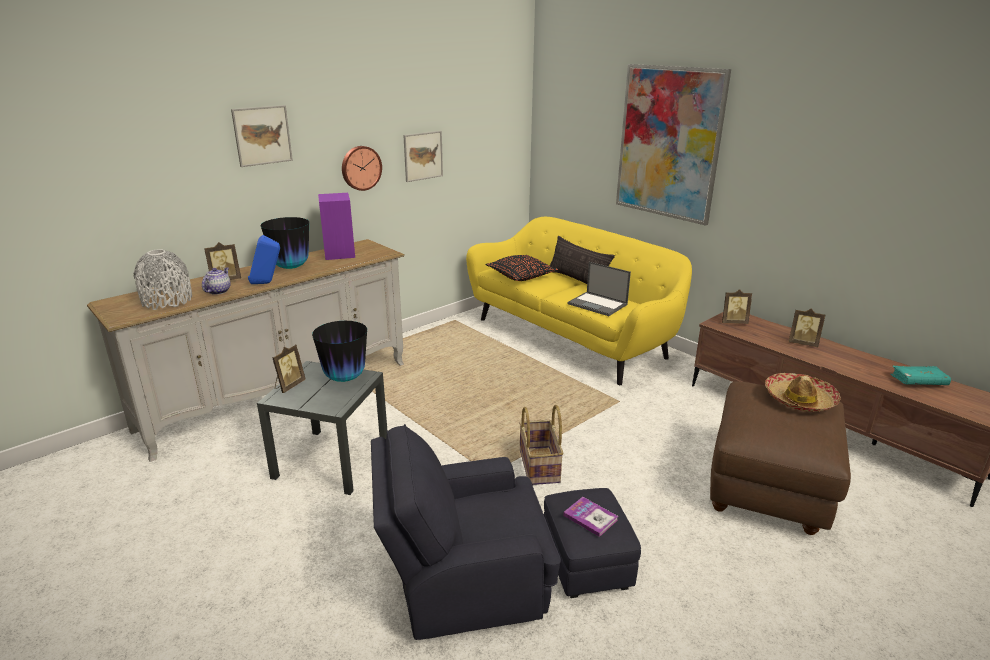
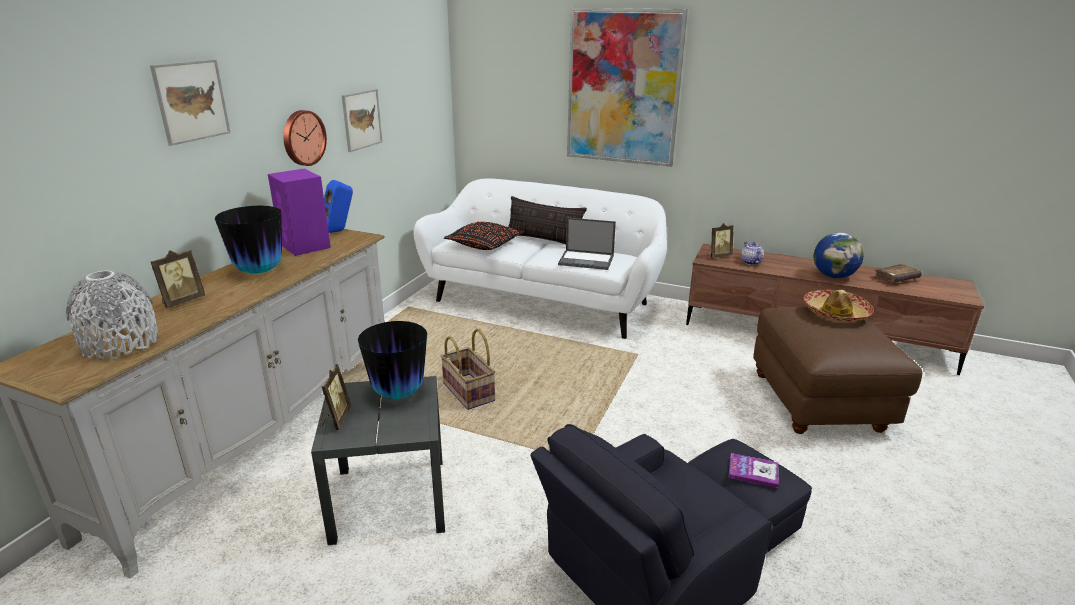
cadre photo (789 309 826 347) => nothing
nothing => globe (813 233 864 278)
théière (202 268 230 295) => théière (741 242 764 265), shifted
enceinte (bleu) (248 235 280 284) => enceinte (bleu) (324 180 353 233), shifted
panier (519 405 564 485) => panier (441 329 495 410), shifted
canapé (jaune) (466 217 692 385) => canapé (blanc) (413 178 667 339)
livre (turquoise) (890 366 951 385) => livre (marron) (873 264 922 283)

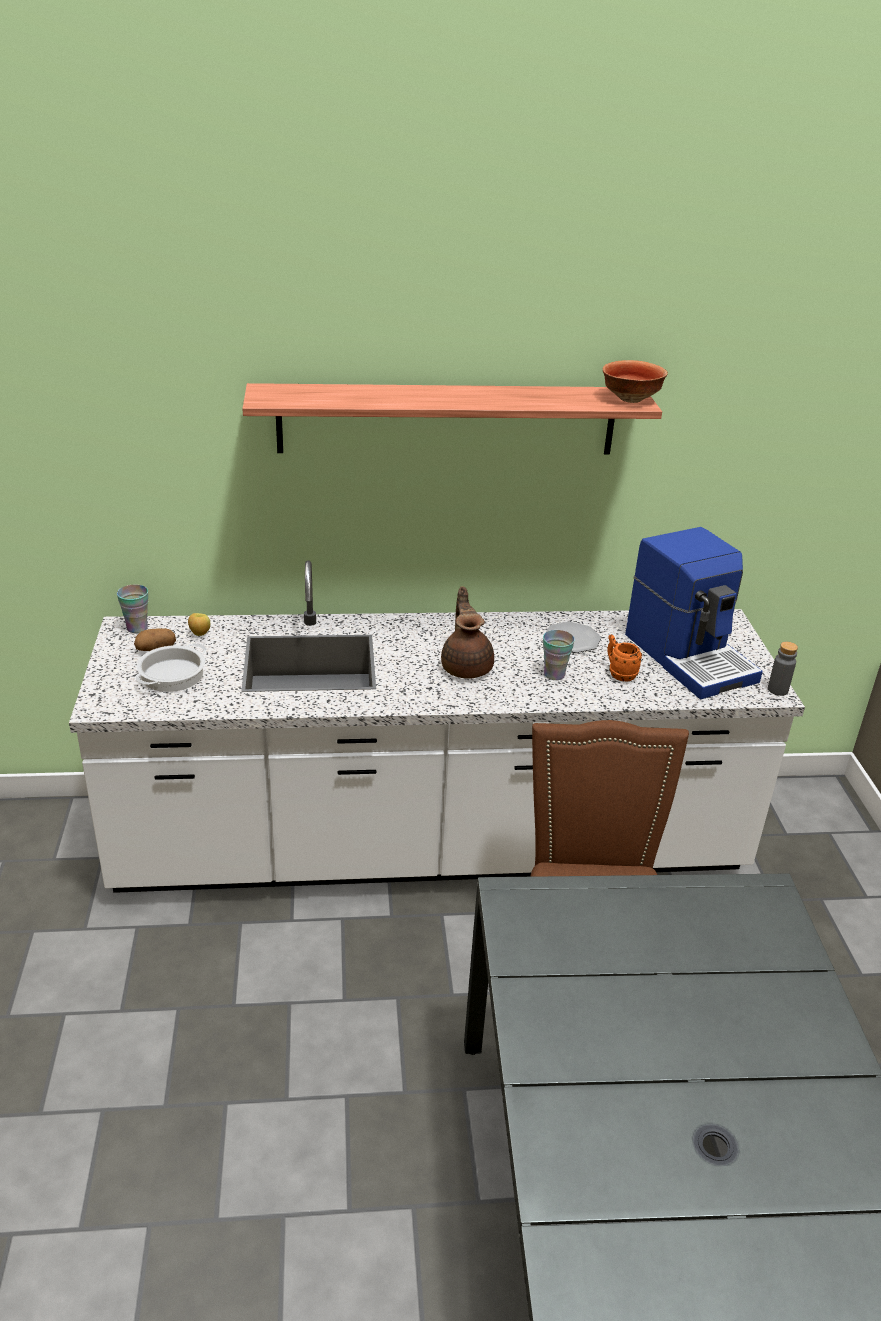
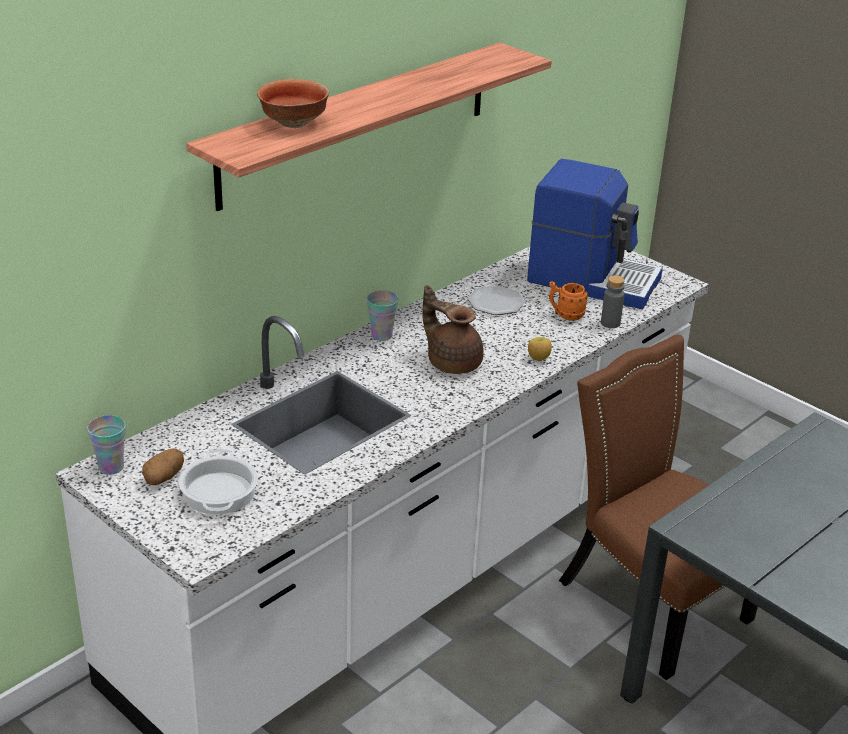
pomme (188 613 210 636) => pomme (528 337 552 361), shifted
tasse (543 630 575 680) => tasse (367 290 398 341), shifted
bol (603 360 668 403) => bol (257 79 329 128), shifted
bouteille (gris) (768 642 798 696) => bouteille (gris) (601 275 625 328), shifted

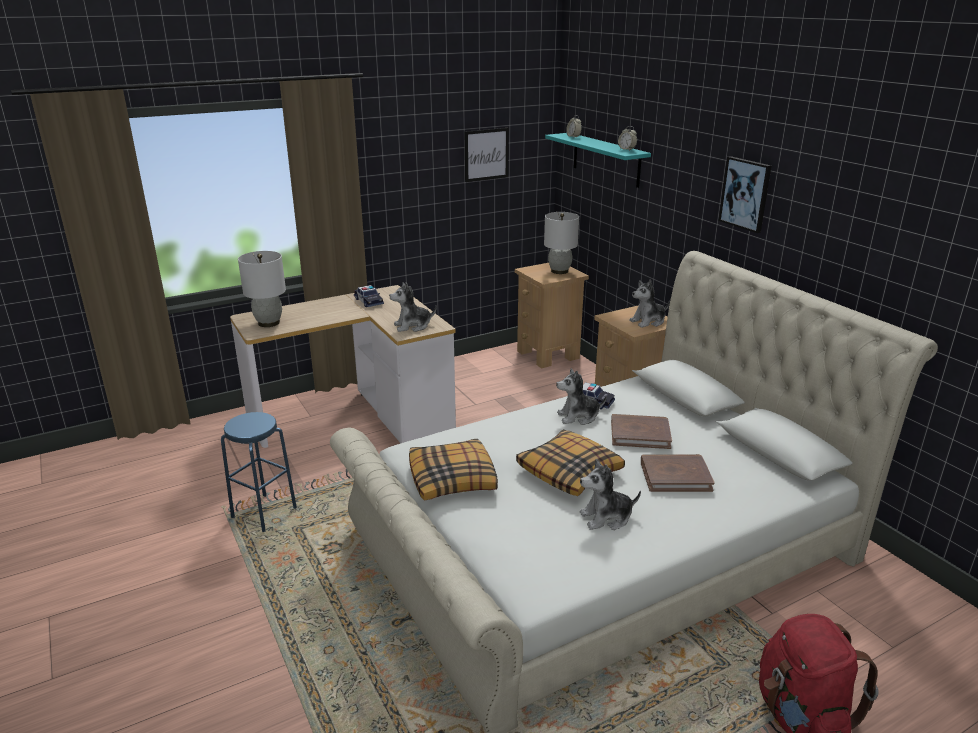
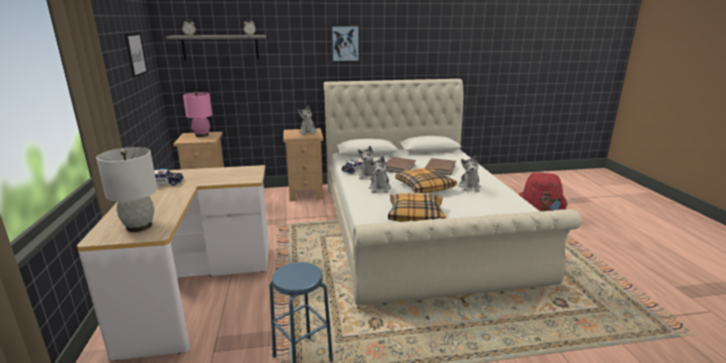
peluche (389 282 437 332) => peluche (369 156 391 193), shifted
lampe de table (blanc) (544 212 579 274) => lampe de table (rose) (183 92 212 137)
étagère (turquoise) (545 133 651 188) => étagère (gris) (166 35 266 60)

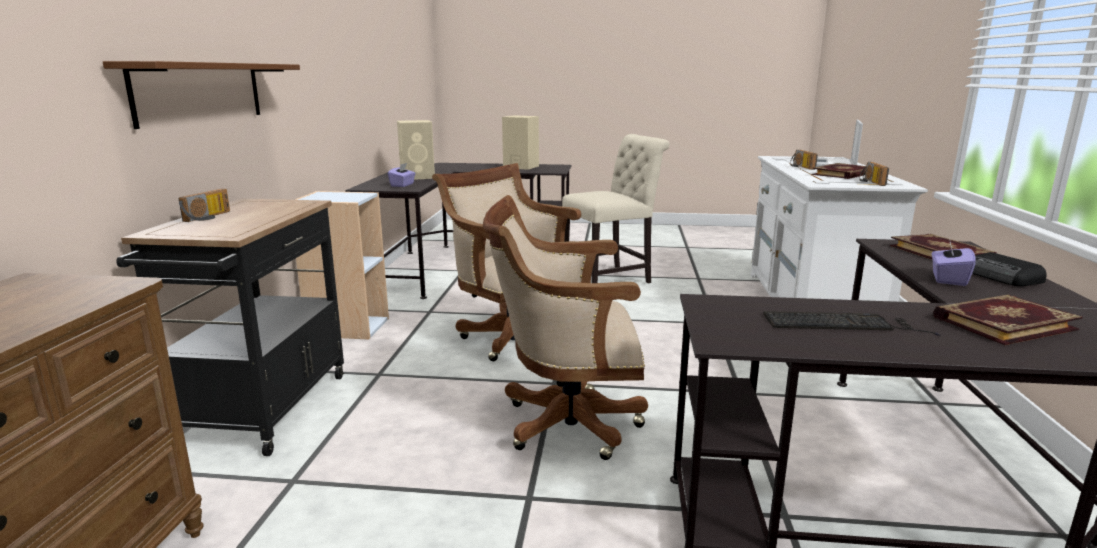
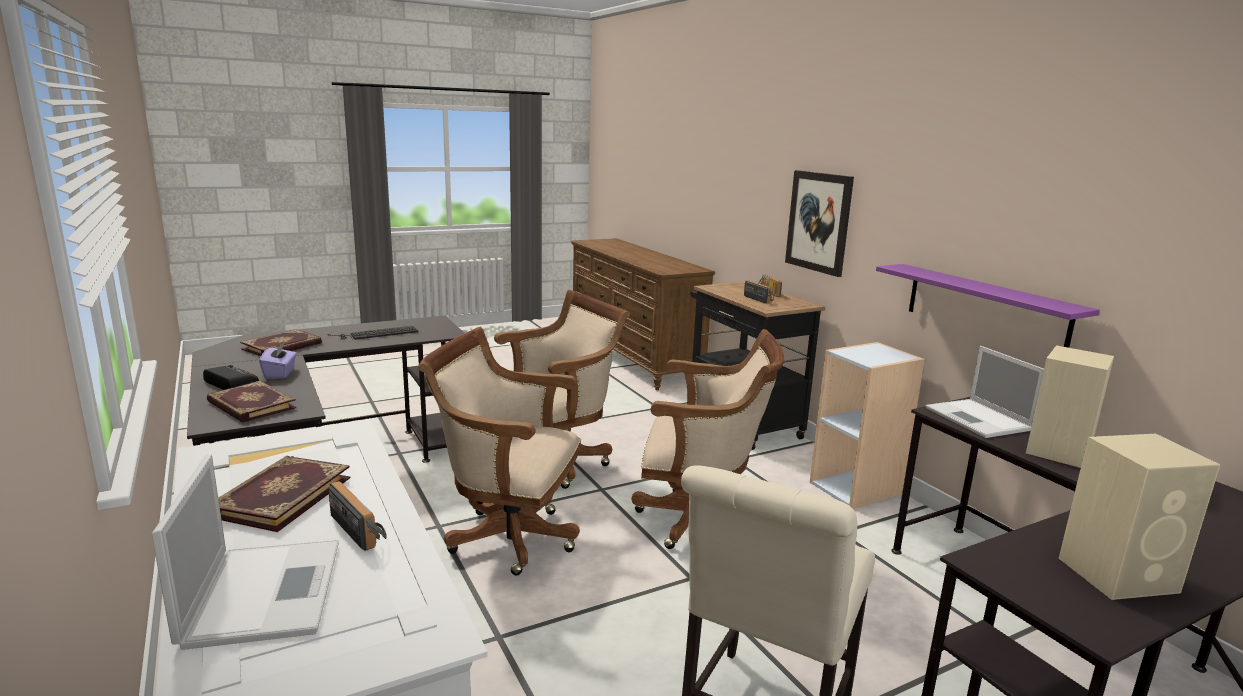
nothing => chaise de bureau (419 327 581 576)
nothing => étagère (violet) (876 264 1100 348)
radio (859 162 889 186) => radio (744 280 774 304), shifted
étagère (marron) (103 61 300 129) => tableau (785 170 854 277)
boîte à mouchoirs (violet) (388 163 416 187) => ordinateur portable (926 346 1044 438)

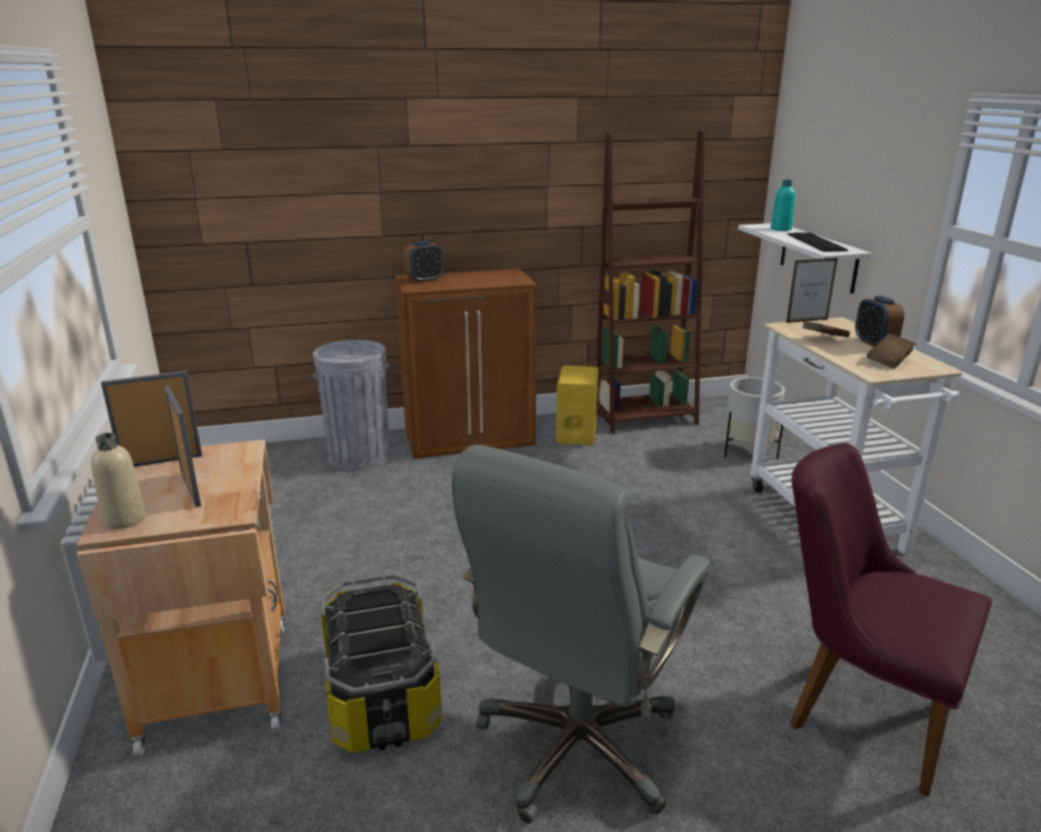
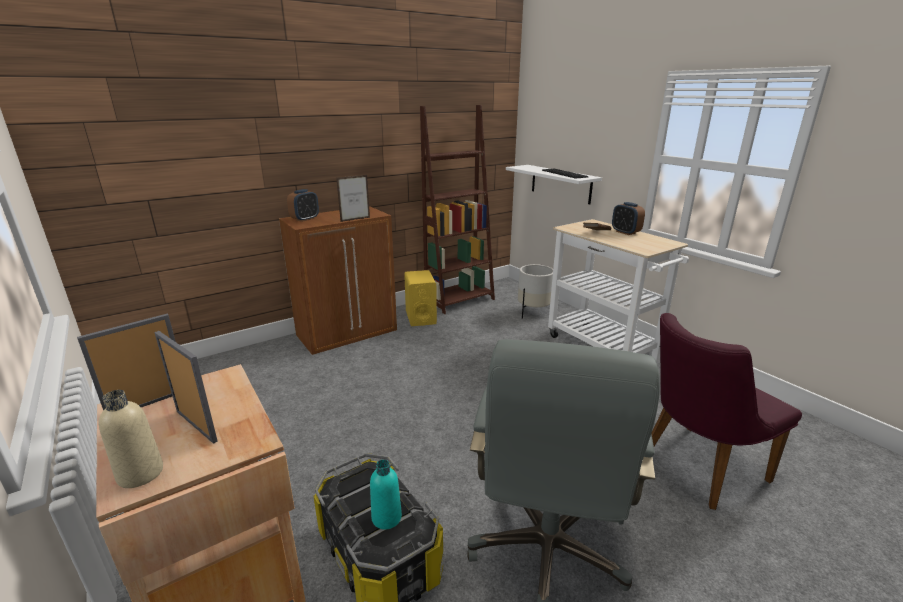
poubelle (gris) (313 340 390 471) => nothing
livre (marron) (867 333 916 369) => nothing
bouteille (turquoise) (771 180 795 231) => bouteille (turquoise) (370 459 402 530), shifted
cadre photo (786 258 838 323) => cadre photo (336 175 370 222), shifted
chaise (violet) (791 443 992 797) => chaise (violet) (651 313 802 510), 45 degrees counterclockwise

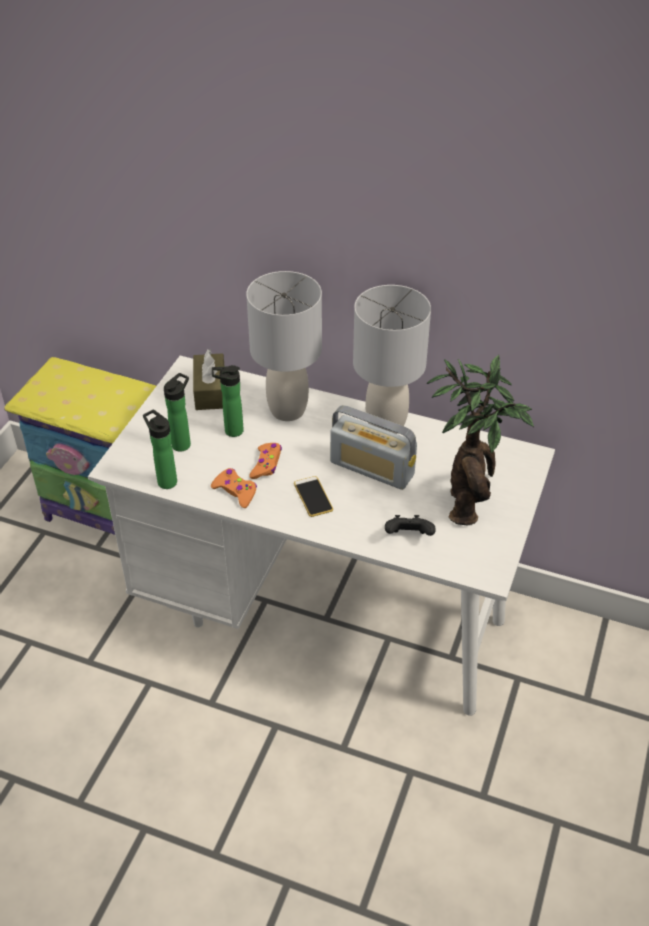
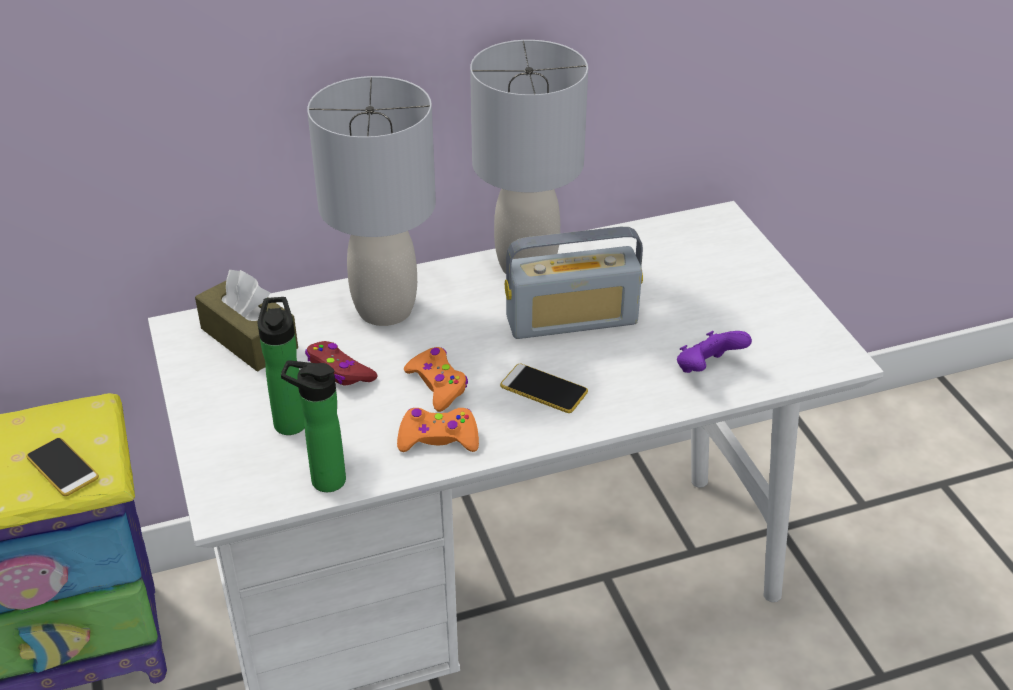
plante en pot (426 355 534 526) => nothing
nothing => téléphone (26 438 99 496)
bouteille (212 365 244 437) => manette (rouge) (305 341 377 385)
manette (noir) (385 515 436 536) => manette (violet) (677 331 752 373)

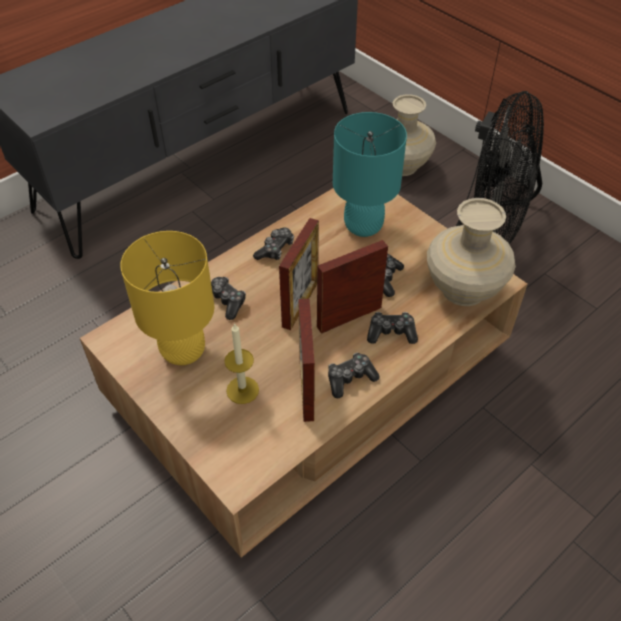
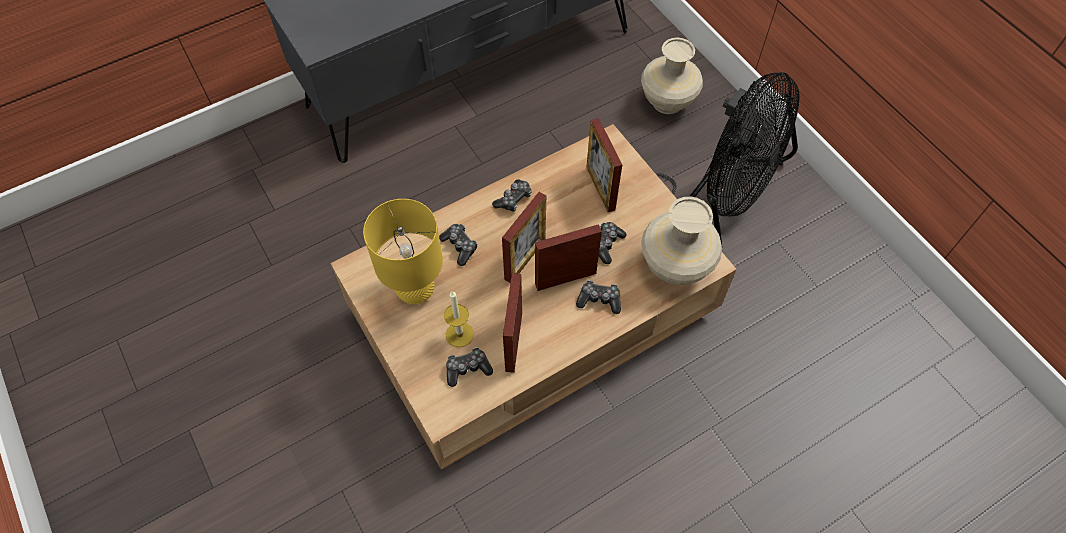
manette (328 353 380 398) => manette (446 347 493 387), shifted
lampe de table (turquoise) (333 112 407 237) => cadre photo (586 118 622 212)

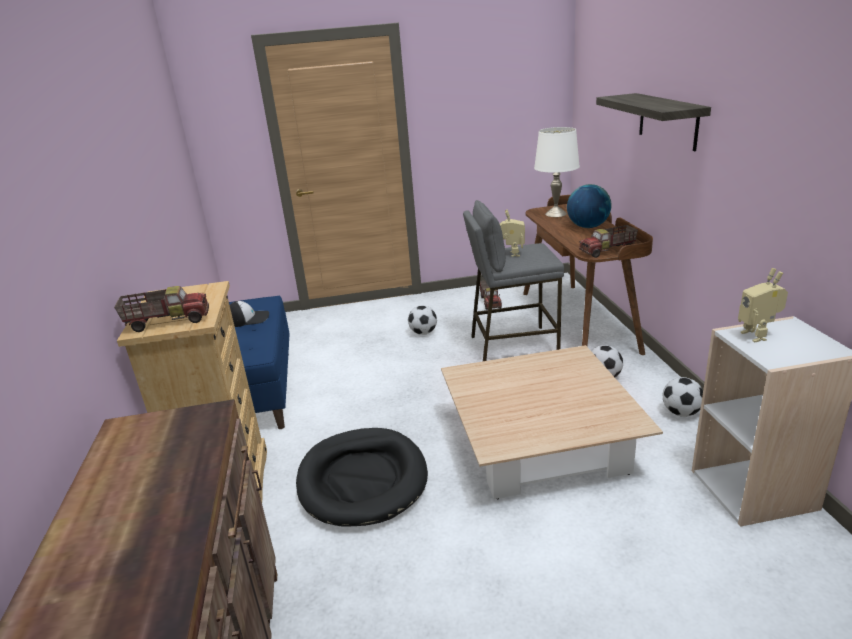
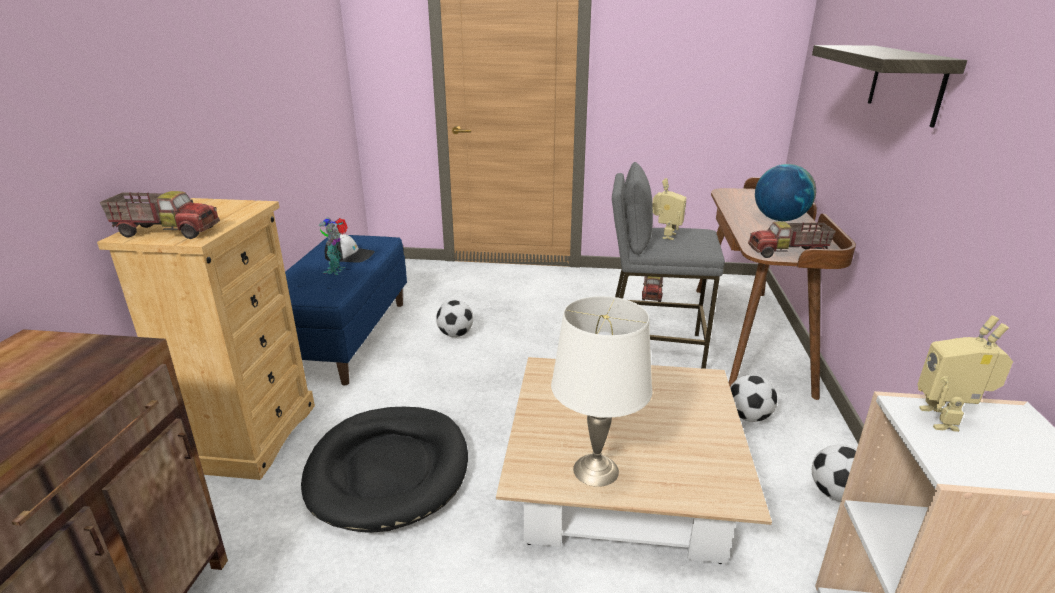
nothing => robot jouet (319 217 348 275)
ballon de foot (408 306 437 335) => ballon de foot (436 300 474 337), shifted
lampe de table (blanc) (534 127 580 217) => lampe de table (blanc) (551 296 653 487), shifted

